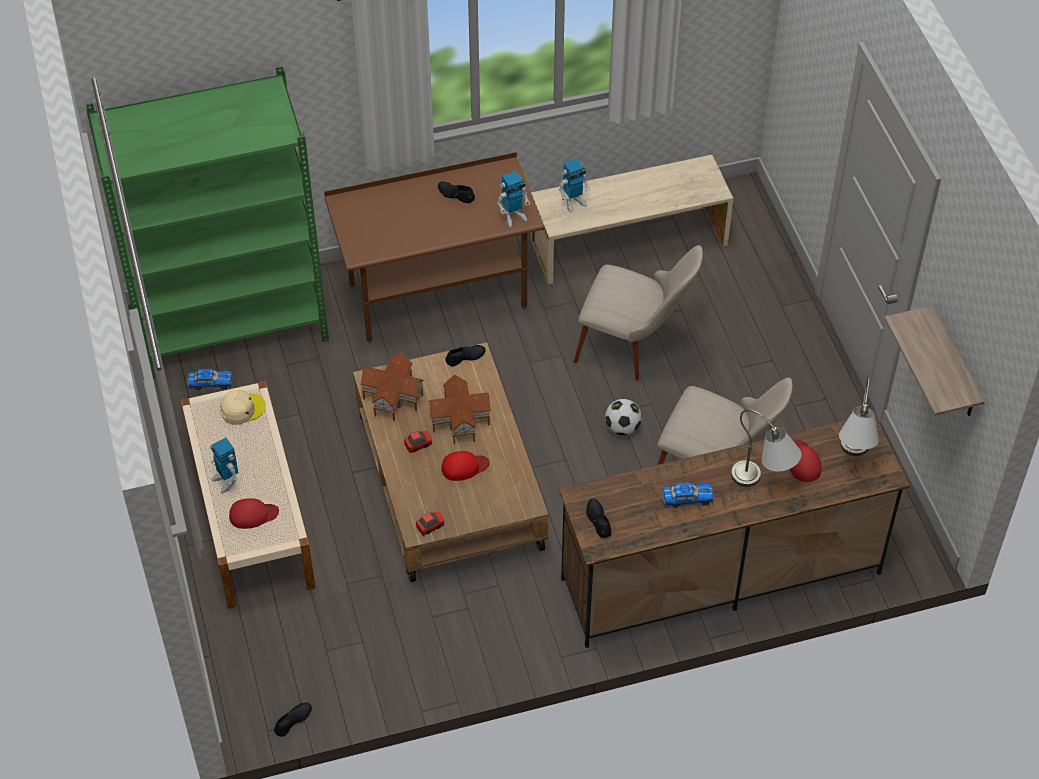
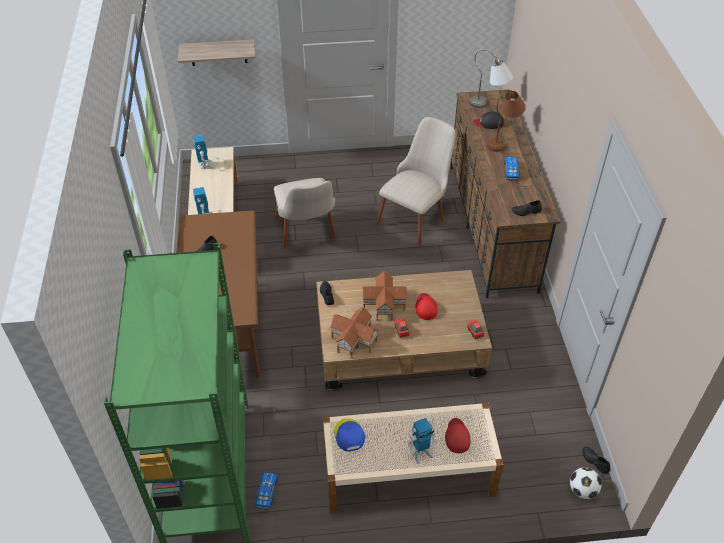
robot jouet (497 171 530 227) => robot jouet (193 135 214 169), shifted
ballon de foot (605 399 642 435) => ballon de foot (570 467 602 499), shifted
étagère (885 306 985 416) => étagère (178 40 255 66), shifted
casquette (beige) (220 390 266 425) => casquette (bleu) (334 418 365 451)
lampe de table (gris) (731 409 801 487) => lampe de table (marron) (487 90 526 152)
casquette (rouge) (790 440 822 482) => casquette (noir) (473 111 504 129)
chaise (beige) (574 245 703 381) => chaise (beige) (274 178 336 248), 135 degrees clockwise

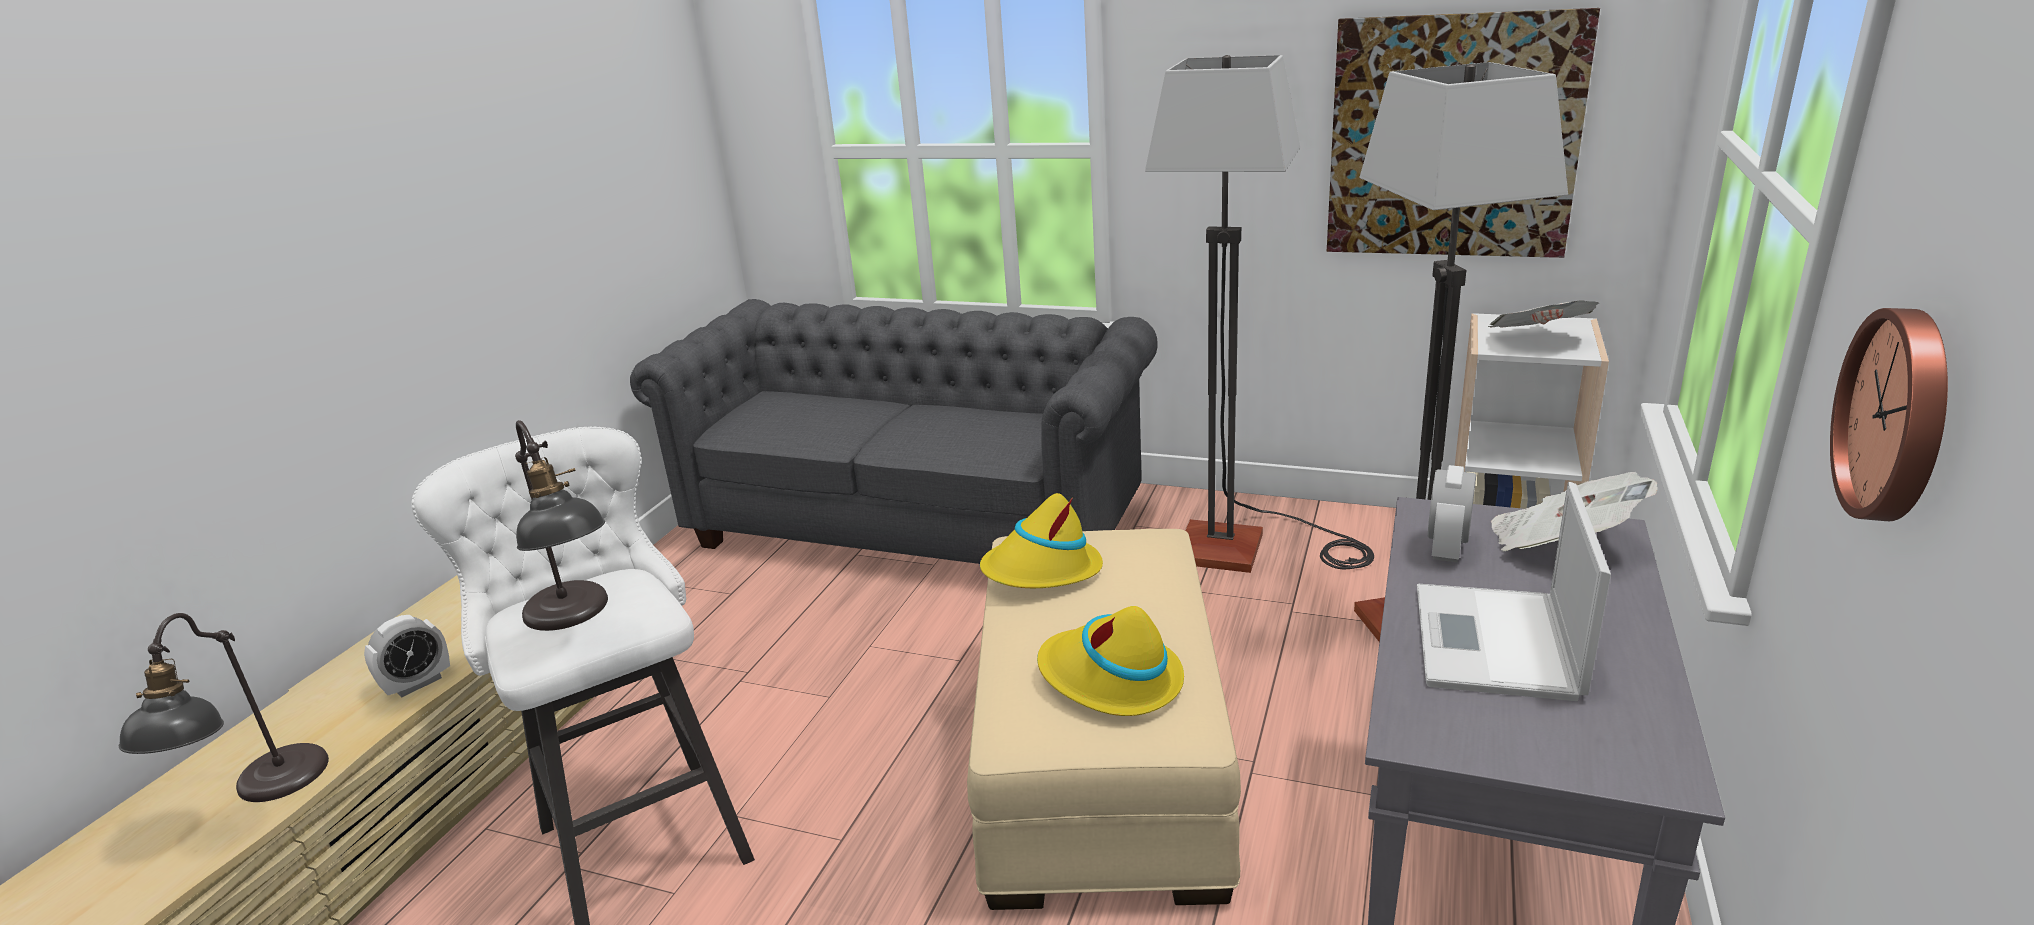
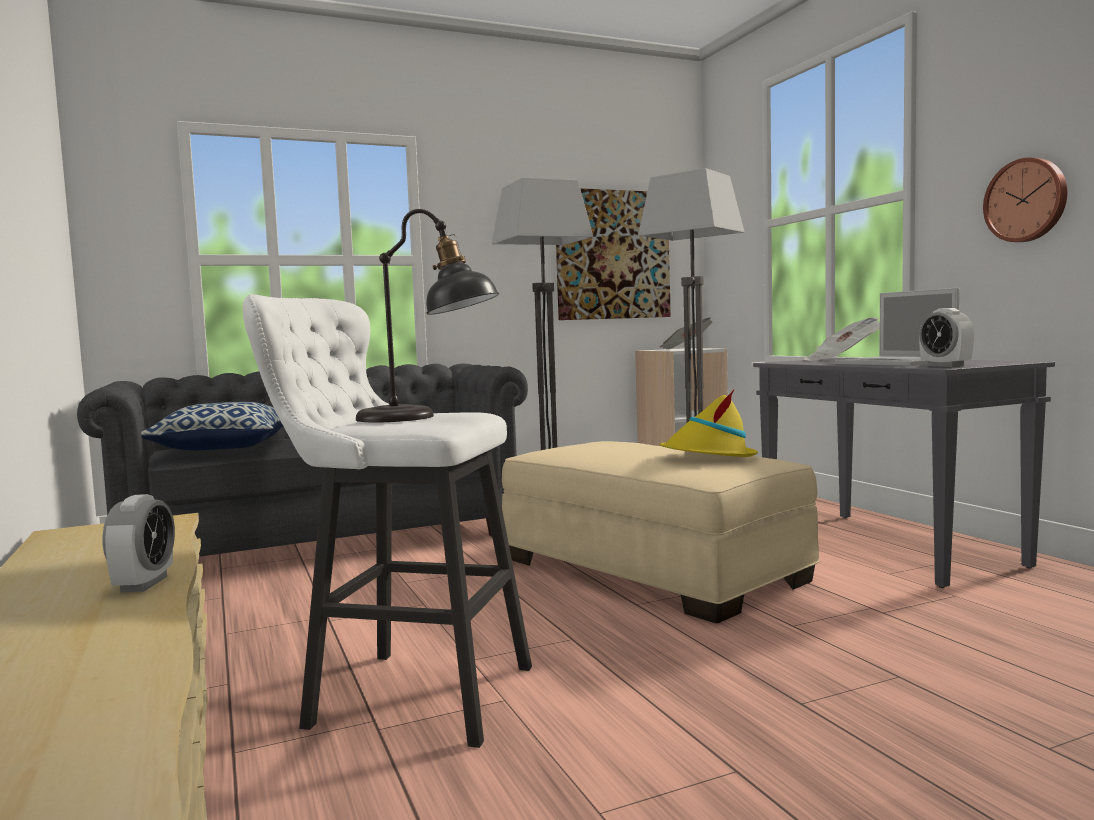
lampe de table (gris) (119 613 329 802) => nothing
chapeau (jaune) (980 493 1103 588) => nothing
nothing => coussin (141 402 283 450)
réveil (1428 465 1476 563) => réveil (919 308 974 367), shifted

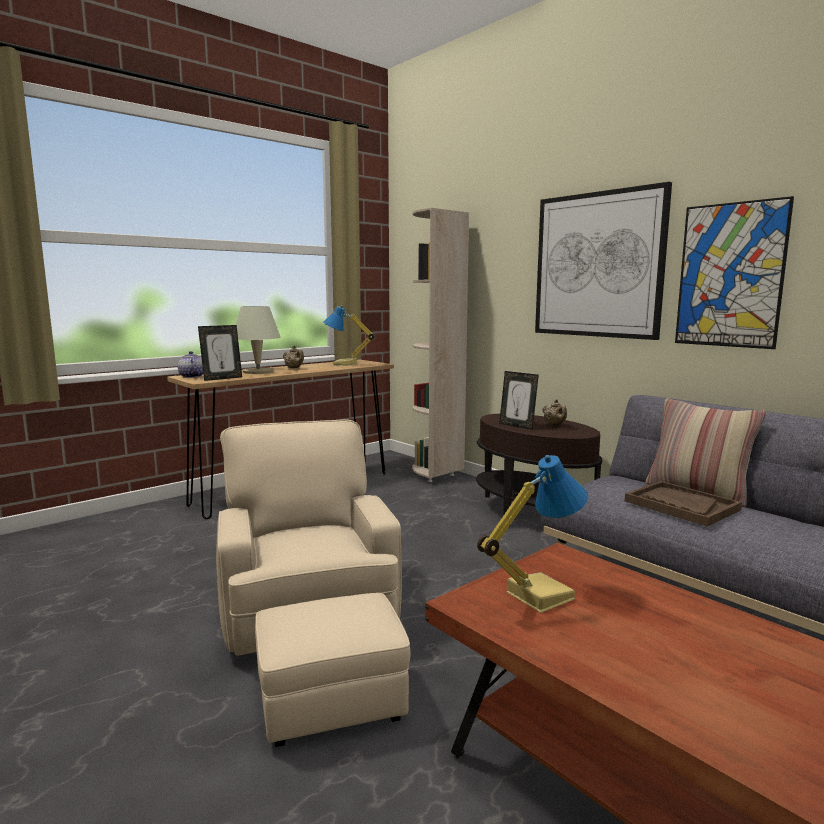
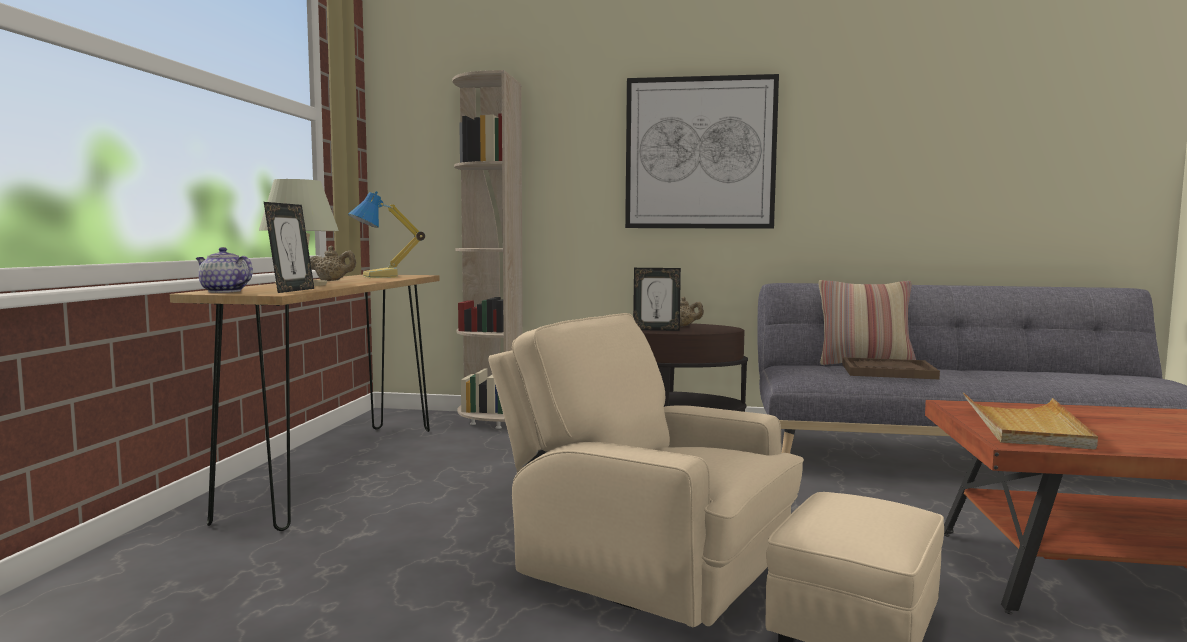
tableau (675 196 794 349) => nothing
lampe de table (477 455 588 613) => plateau (beige) (963 393 1098 450)

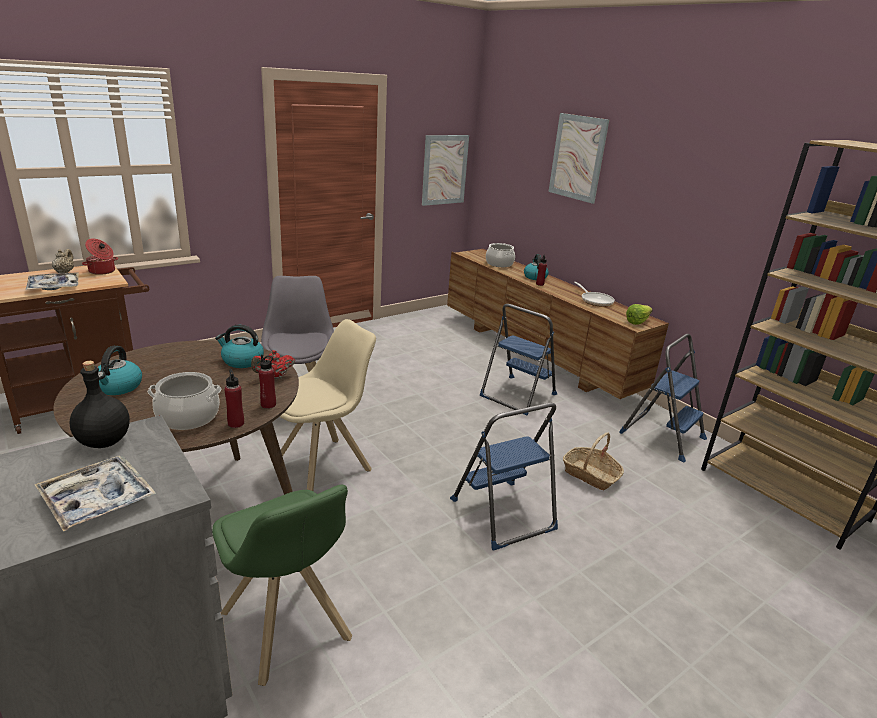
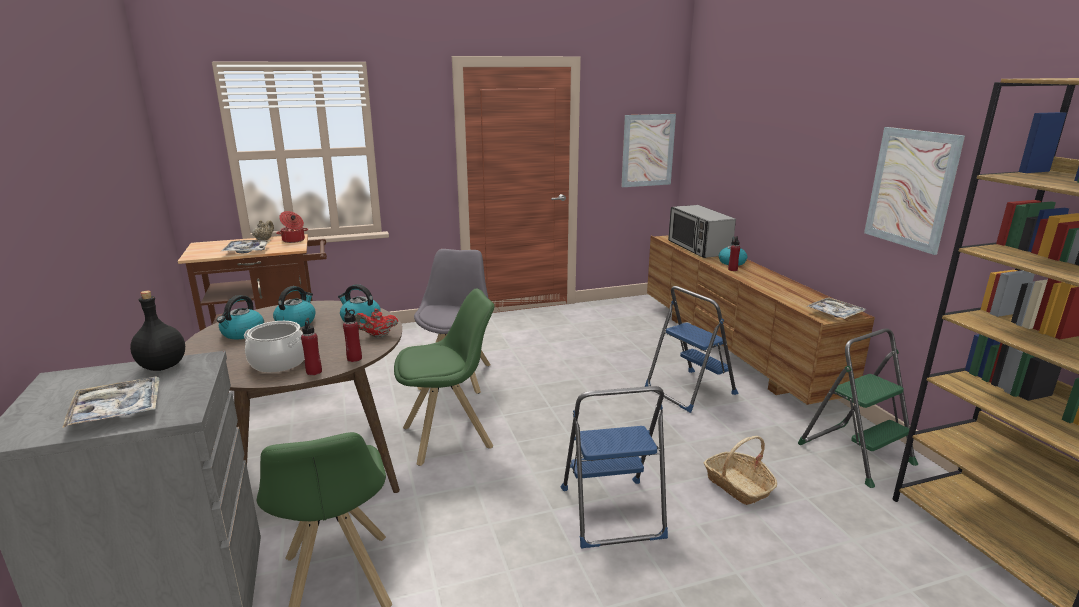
poêle (574 282 615 307) => nothing
nothing => bouilloire (273 286 316 327)
tableau (549 113 609 204) => tableau (864 127 965 255), shifted
marmite (486 243 515 267) => micro-ondes (668 205 736 258)
laitue (626 304 652 325) => plateau (806 297 866 319)
chaise (beige) (280 319 376 491) => chaise (vert) (394 288 494 466)
escabeau (bleu) (620 334 707 462) => escabeau (vert) (798 329 918 488)

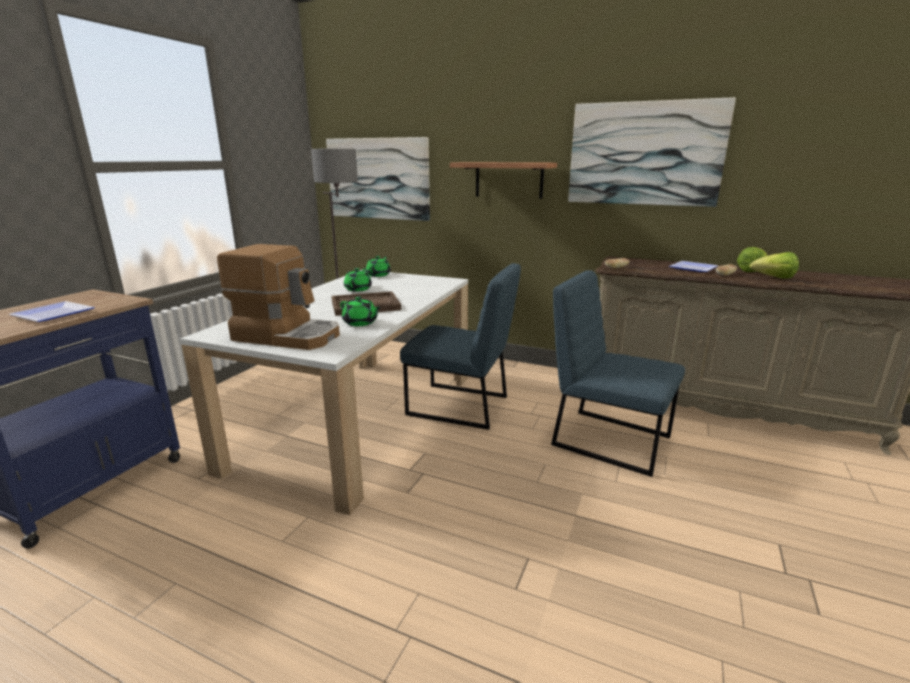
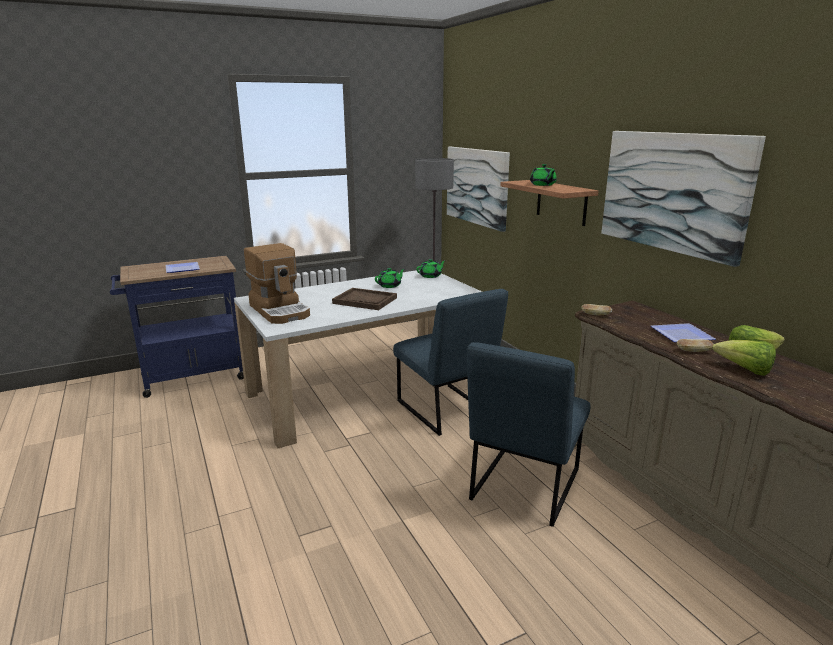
théière (vert) (340 296 381 326) => théière (vert) (530 164 557 186), shifted
chaise (bleu) (551 270 685 477) => chaise (bleu) (467 342 591 527), 135 degrees counterclockwise

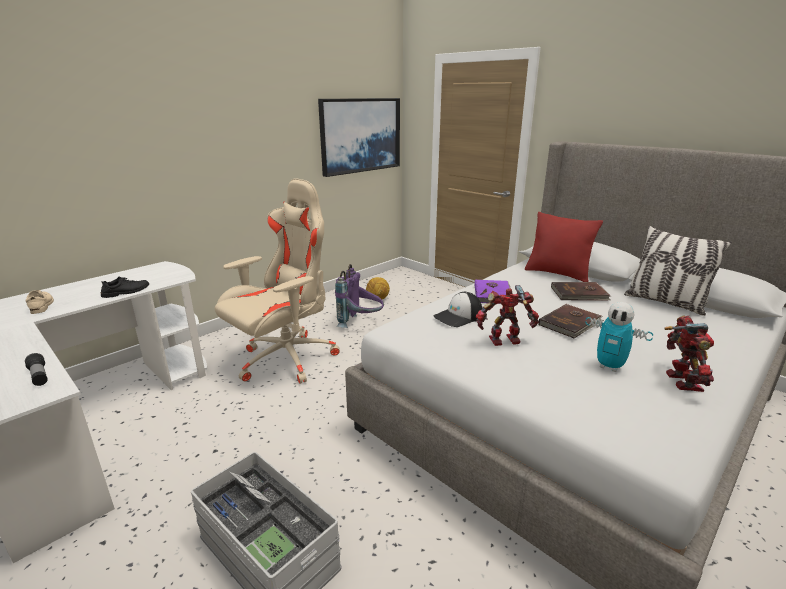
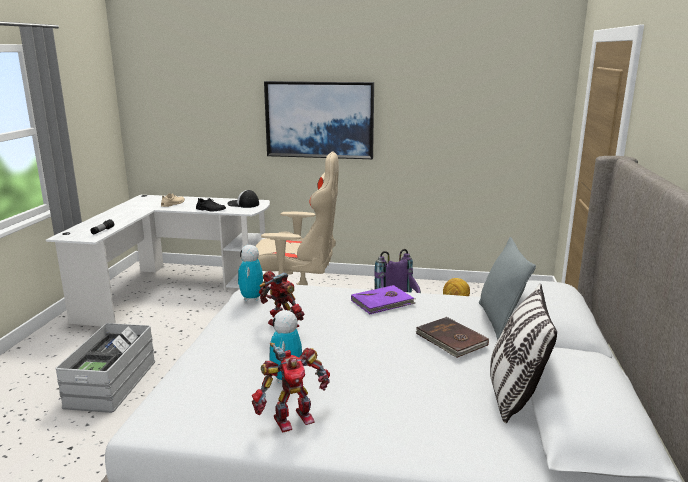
livre (marron) (538 304 604 338) => nothing
nothing => robot jouet (238 245 263 301)
tableau (318 98 400 177) => tableau (264 81 374 159), shifted
casquette (434 292 482 327) => casquette (227 190 259 208), shifted
coussin (rouge) (525 212 603 282) => coussin (gris) (479 237 536 339)

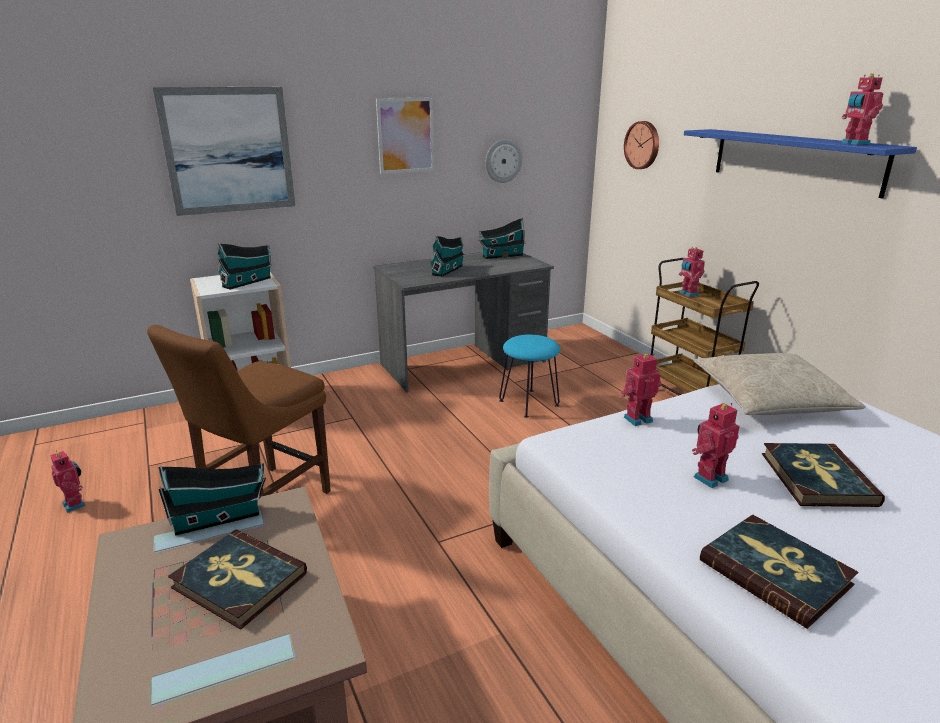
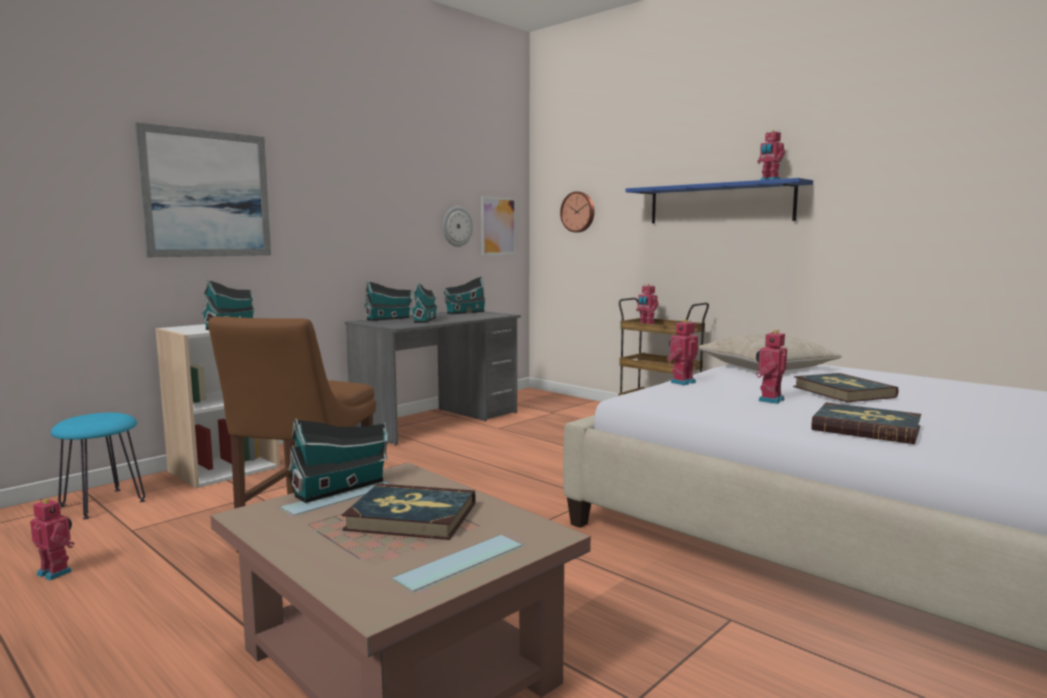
nothing => maison miniature (364 281 413 321)
tableau (376 98 434 174) => tableau (481 196 516 255), shifted
tabouret (turquoise) (499 334 560 418) => tabouret (turquoise) (51 413 146 519), shifted

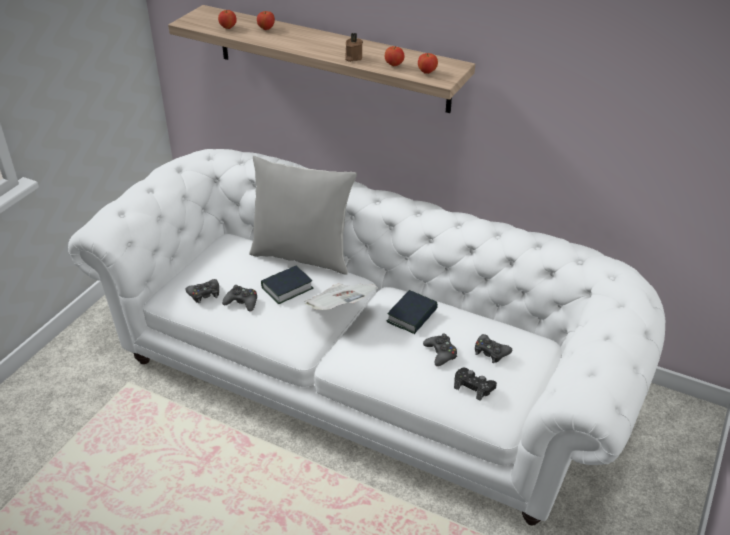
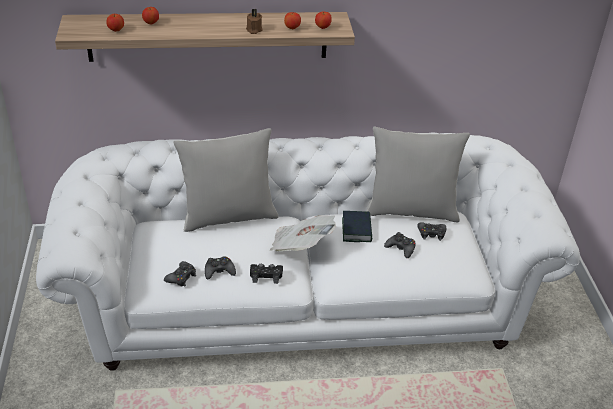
livre (261 266 314 304) => nothing
nothing => coussin (gris) (366 126 470 223)
manette (noir) (454 367 497 401) => manette (noir) (250 264 283 284), shifted

